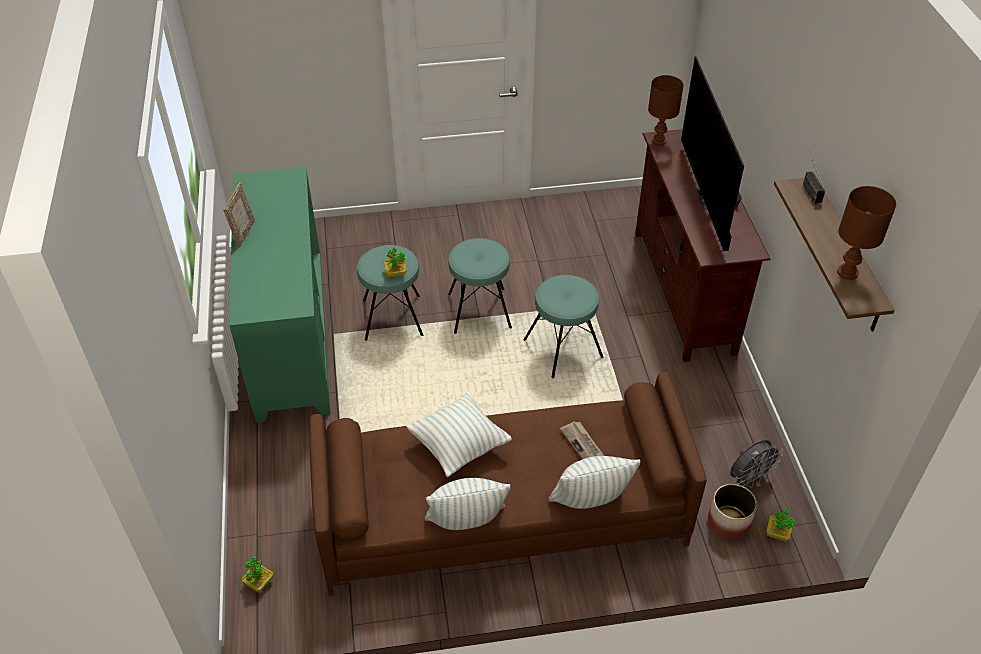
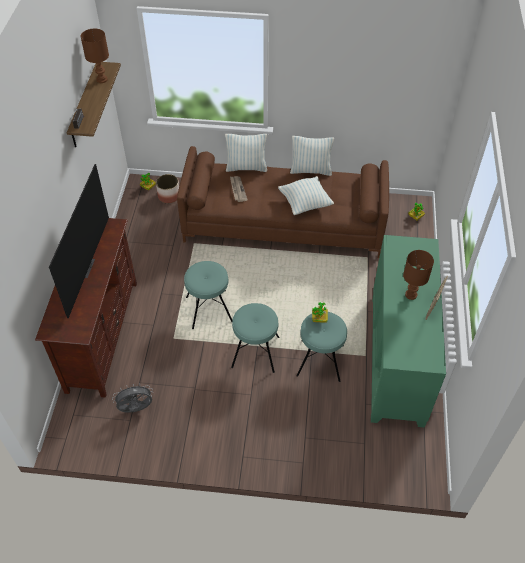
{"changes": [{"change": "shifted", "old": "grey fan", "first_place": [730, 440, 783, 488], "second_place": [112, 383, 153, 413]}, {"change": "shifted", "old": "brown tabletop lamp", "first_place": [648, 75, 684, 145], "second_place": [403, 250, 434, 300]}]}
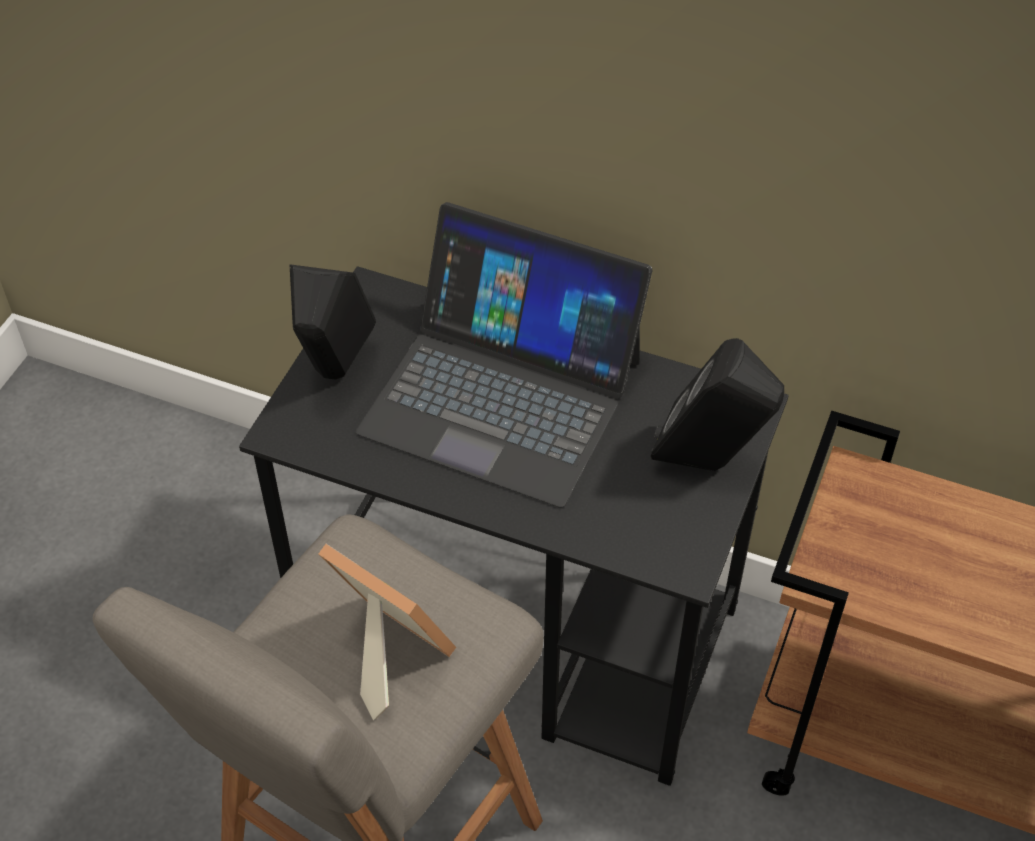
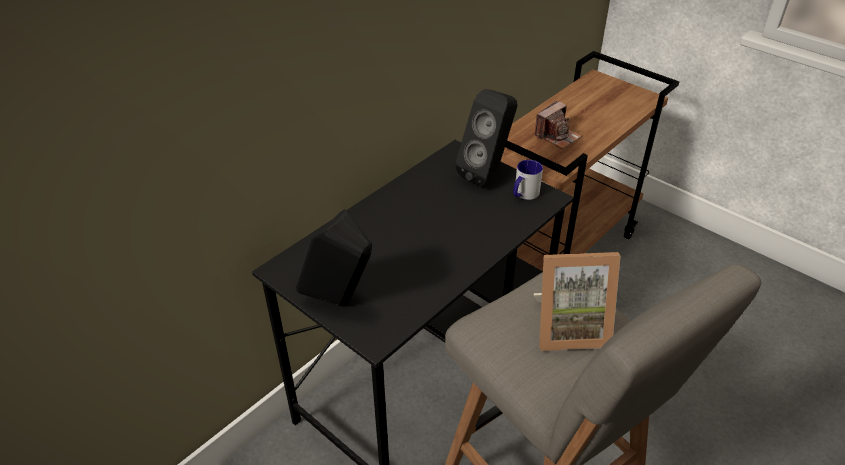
{"changes": [{"change": "new", "new": "tea mug", "second_place": [513, 160, 543, 200]}, {"change": "new", "new": "photo camera", "second_place": [534, 101, 582, 149]}, {"change": "rotated", "old": "standing frame", "first_place": [318, 544, 456, 720], "second_place": [534, 252, 621, 351], "degrees": -150}, {"change": "gone", "old": "portable computer", "first_place": [356, 202, 653, 508]}]}
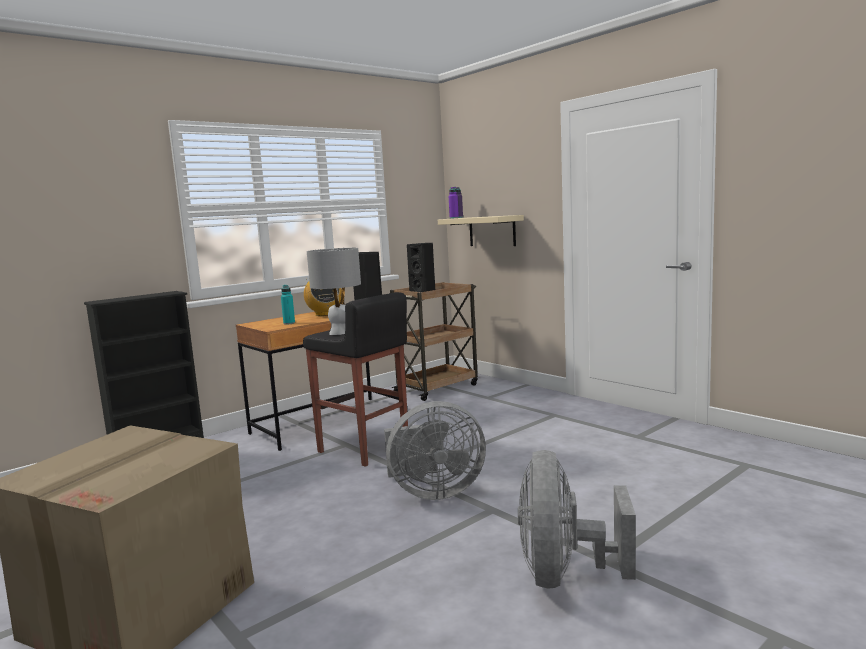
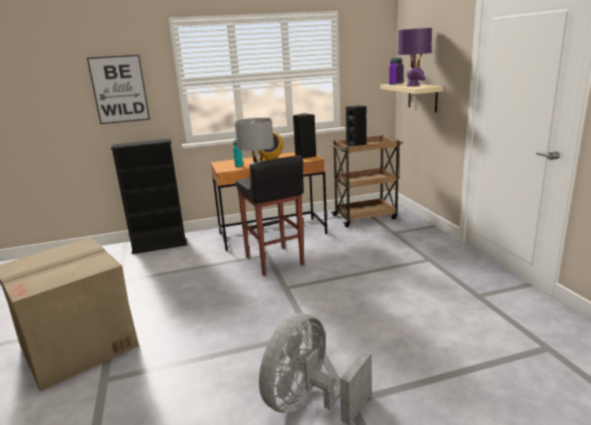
{"changes": [{"change": "new", "new": "picture", "second_place": [87, 55, 150, 124]}, {"change": "new", "new": "purplish tabletop lamp", "second_place": [398, 28, 432, 87]}, {"change": "gone", "old": "grey fan", "first_place": [384, 401, 486, 500]}]}
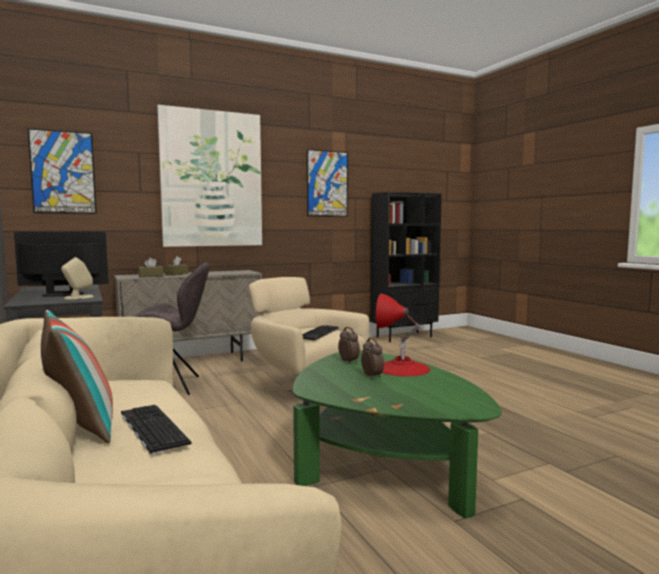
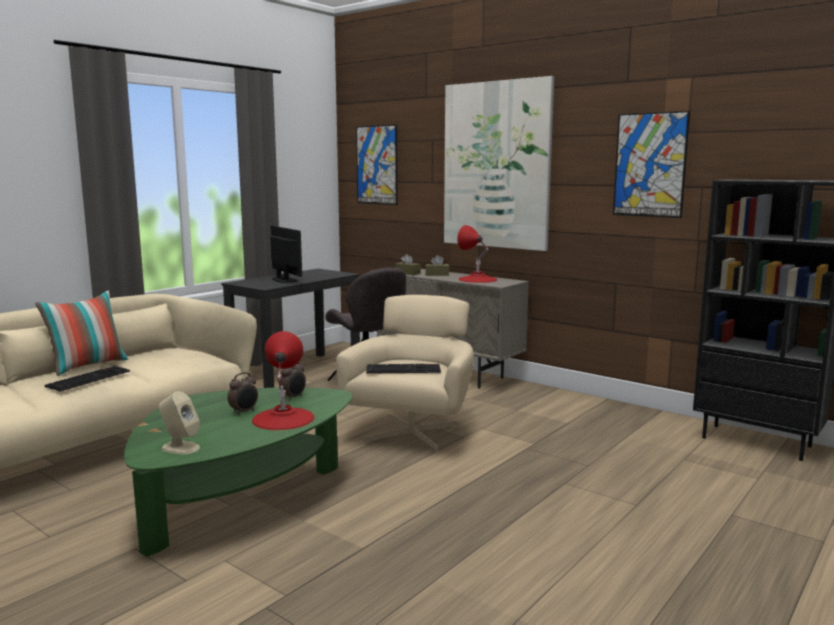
{"changes": [{"change": "shifted", "old": "beige-coloured loudspeaker", "first_place": [61, 257, 94, 299], "second_place": [159, 391, 200, 454]}, {"change": "new", "new": "reddish tabletop lamp", "second_place": [457, 225, 497, 283]}]}
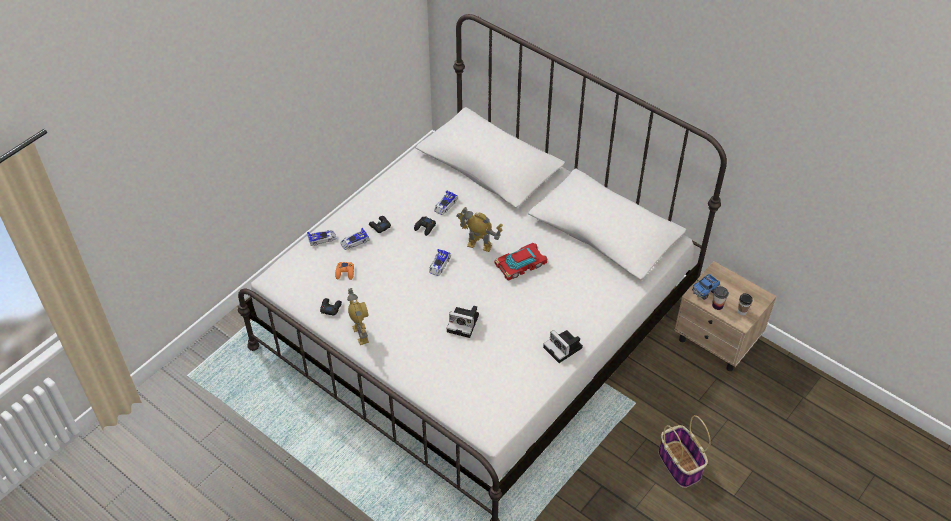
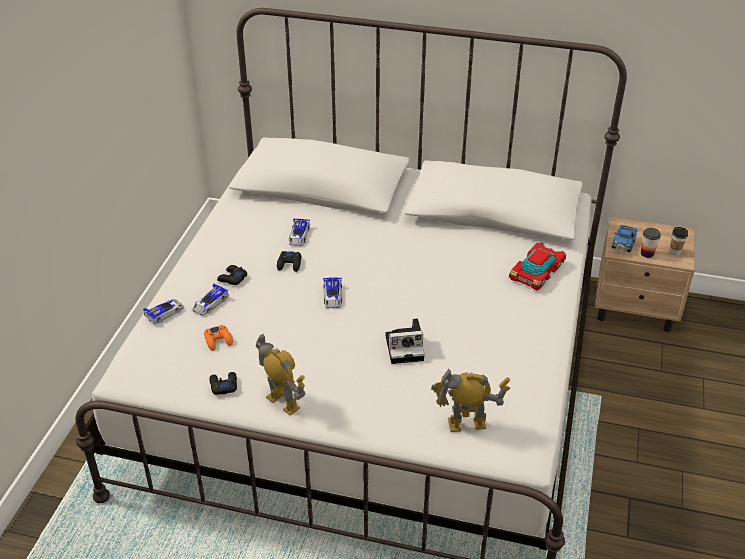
{"changes": [{"change": "shifted", "old": "robot figure", "first_place": [457, 206, 503, 252], "second_place": [431, 369, 510, 432]}, {"change": "shifted", "old": "model car", "first_place": [494, 243, 547, 281], "second_place": [509, 243, 566, 291]}, {"change": "gone", "old": "photo camera", "first_place": [543, 330, 583, 363]}, {"change": "gone", "old": "basket", "first_place": [658, 415, 711, 488]}]}
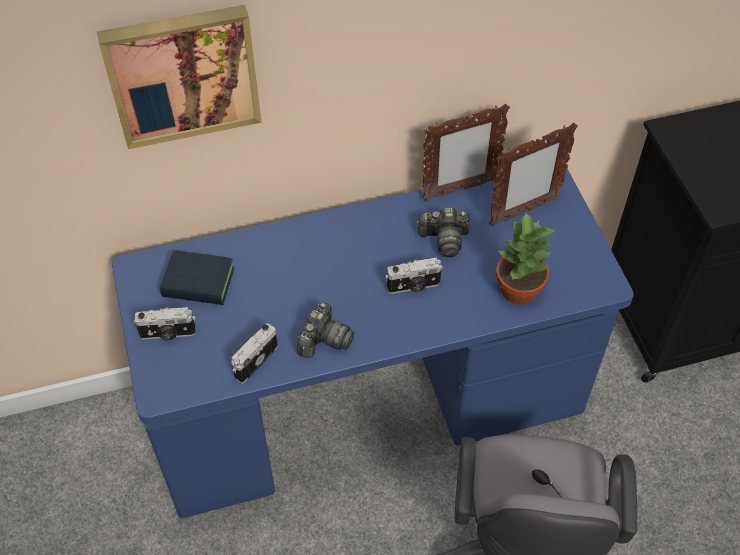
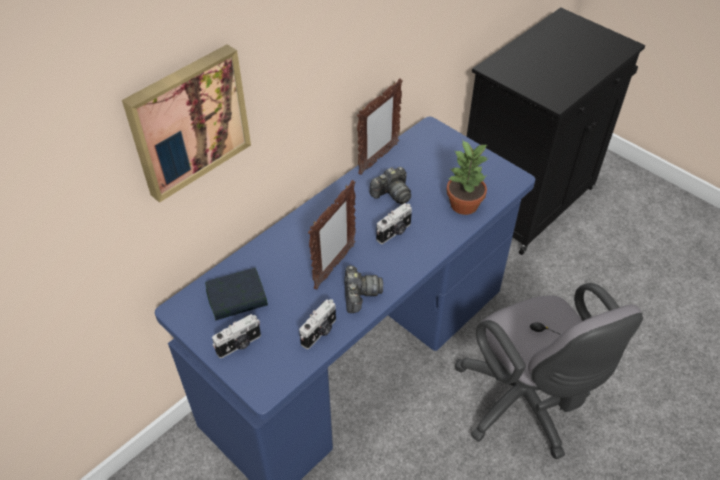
{"changes": [{"change": "rotated", "old": "photo camera", "first_place": [231, 323, 278, 384], "second_place": [299, 299, 336, 349], "degrees": -150}, {"change": "shifted", "old": "standing frame", "first_place": [489, 123, 578, 227], "second_place": [308, 180, 356, 289]}]}
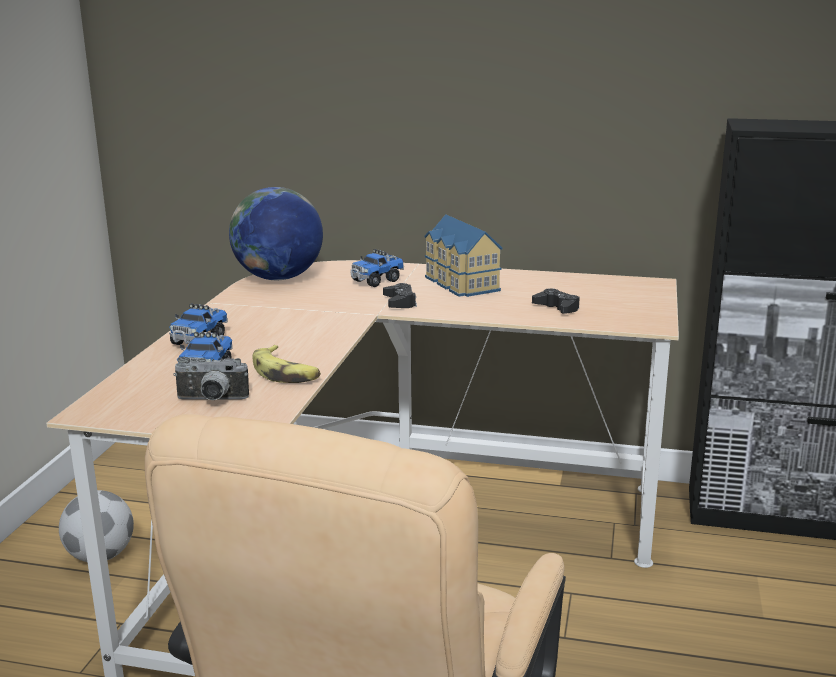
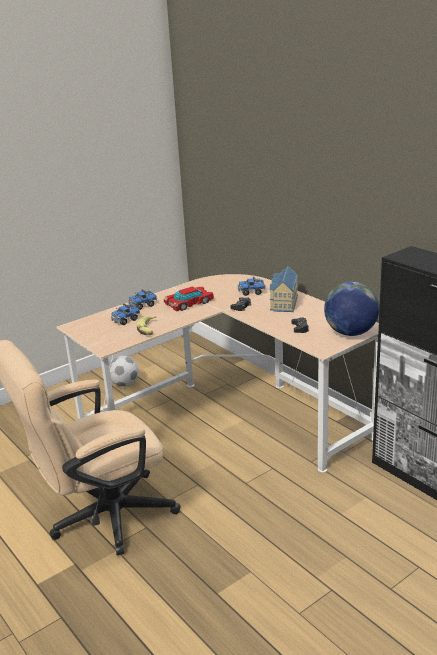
{"changes": [{"change": "new", "new": "model car", "second_place": [164, 287, 214, 311]}, {"change": "shifted", "old": "desk globe", "first_place": [229, 187, 323, 280], "second_place": [324, 282, 379, 336]}, {"change": "gone", "old": "photo camera", "first_place": [174, 357, 249, 400]}]}
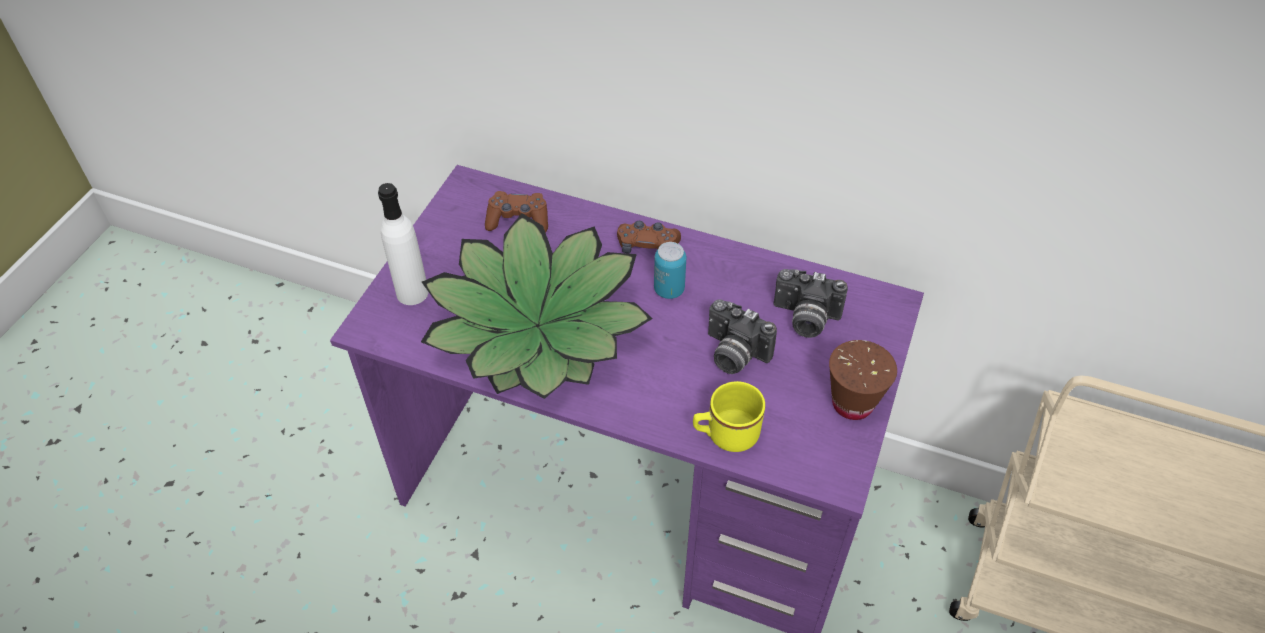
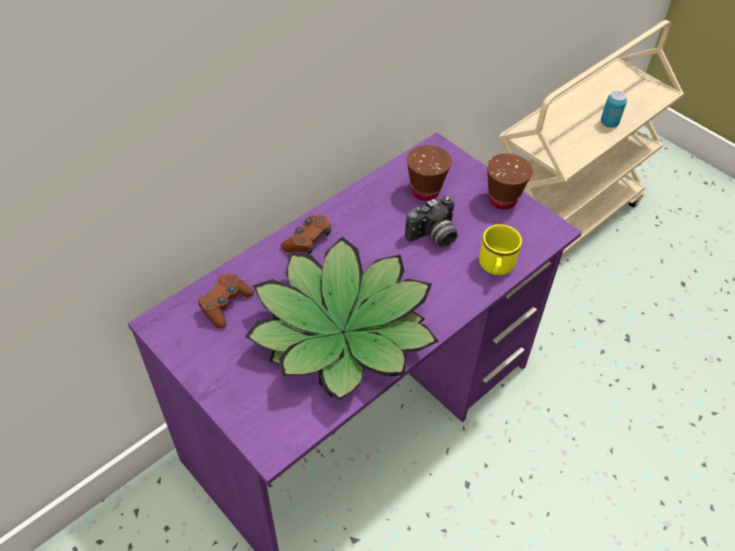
{"changes": [{"change": "swapped", "old": "photo camera", "new": "brown drinking cup", "first_place": [774, 269, 848, 338], "second_place": [406, 145, 451, 201]}, {"change": "shifted", "old": "sealed can", "first_place": [654, 242, 686, 299], "second_place": [601, 91, 627, 128]}, {"change": "gone", "old": "whitish drink bottle", "first_place": [378, 183, 429, 305]}]}
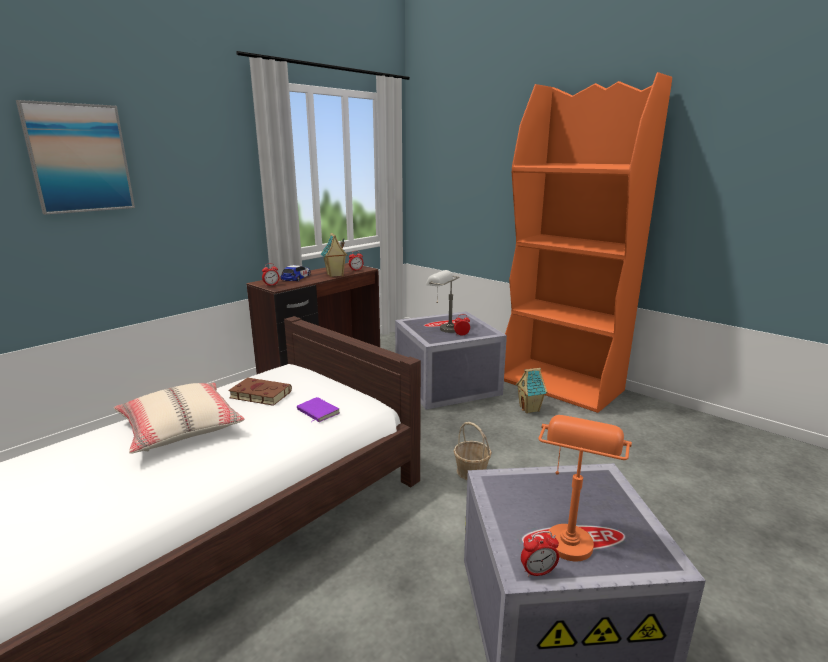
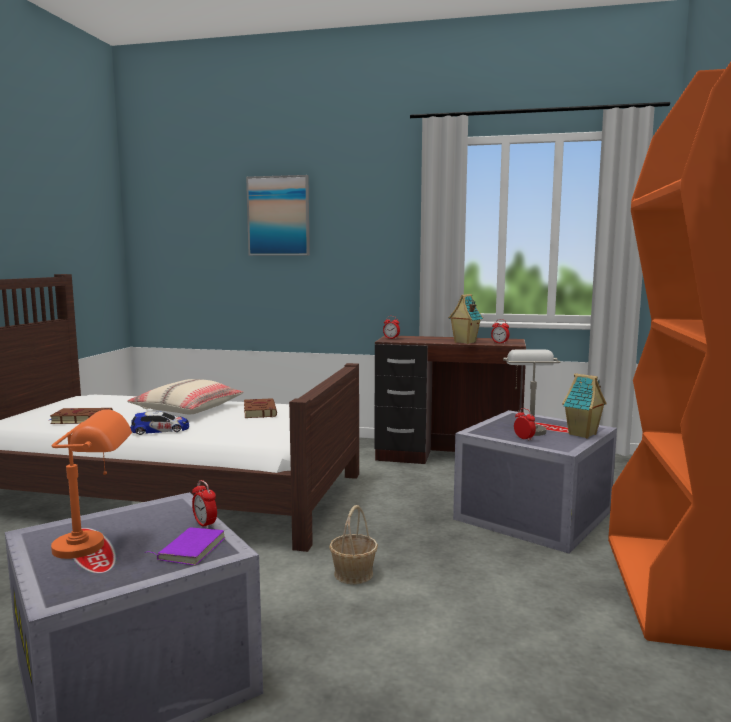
{"changes": [{"change": "new", "new": "brown book", "second_place": [50, 408, 113, 424]}, {"change": "shifted", "old": "model car", "first_place": [281, 265, 311, 281], "second_place": [130, 411, 189, 435]}, {"change": "shifted", "old": "purplish book", "first_place": [297, 397, 340, 422], "second_place": [145, 527, 225, 565]}, {"change": "shifted", "old": "alarm clock", "first_place": [521, 531, 559, 577], "second_place": [192, 480, 217, 529]}, {"change": "shifted", "old": "toy house", "first_place": [516, 368, 547, 413], "second_place": [562, 373, 607, 438]}]}
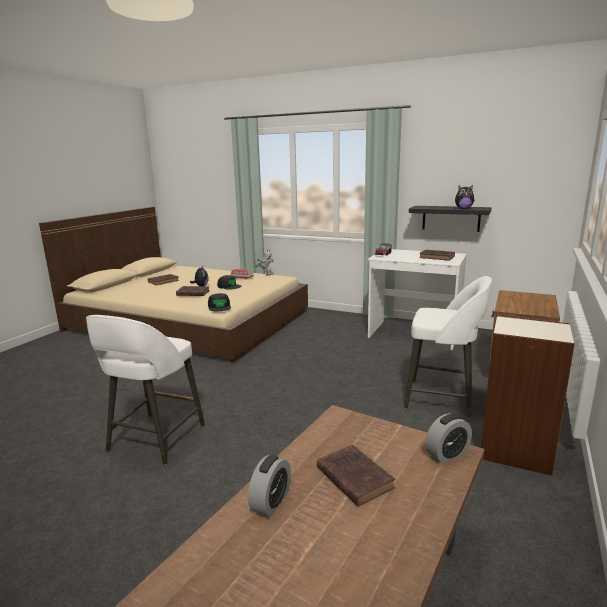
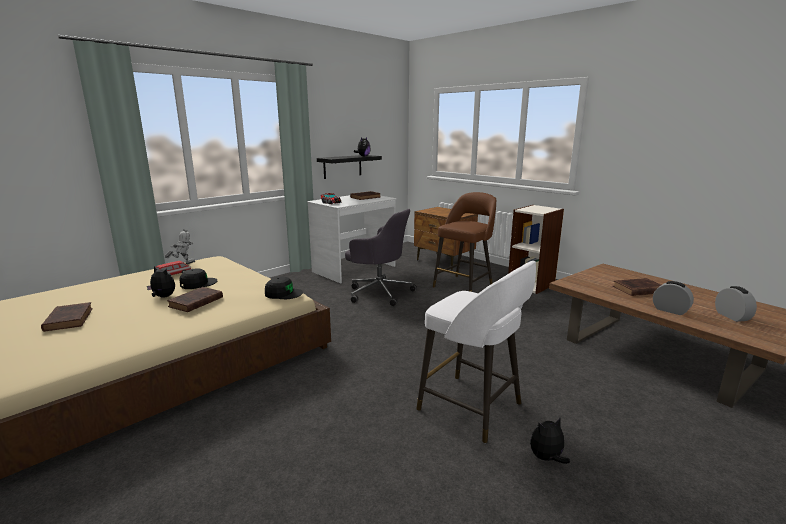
{"changes": [{"change": "new", "new": "grey office chair", "second_place": [345, 208, 417, 306]}, {"change": "repainted", "old": "whitish sitting stool", "new": "brown sitting stool", "first_place": [404, 276, 492, 418], "second_place": [433, 192, 496, 292]}, {"change": "new", "new": "cuddly toy", "second_place": [530, 418, 570, 464]}, {"change": "shifted", "old": "alarm clock", "first_place": [425, 413, 472, 464], "second_place": [715, 286, 757, 322]}]}
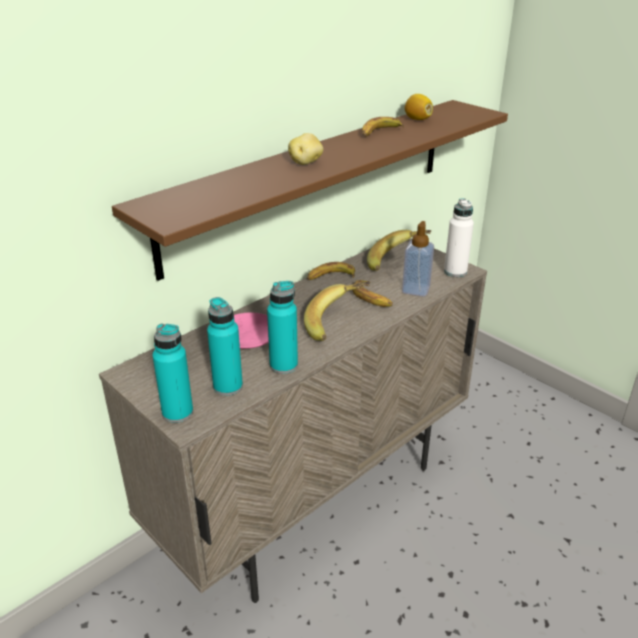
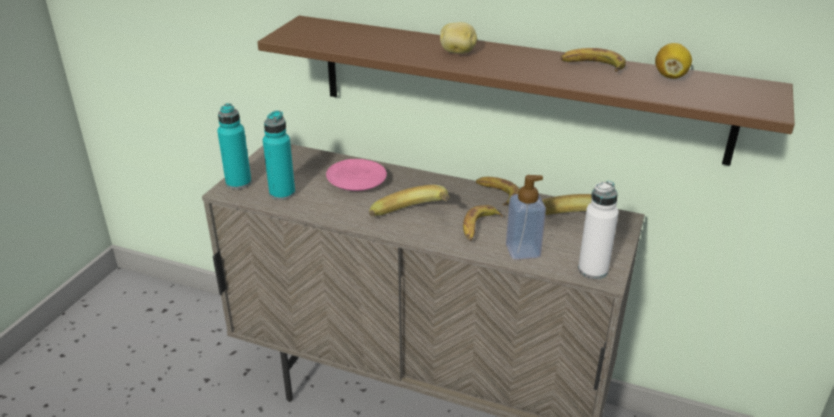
{"changes": [{"change": "gone", "old": "blue-green drink bottle", "first_place": [267, 281, 298, 374]}]}
